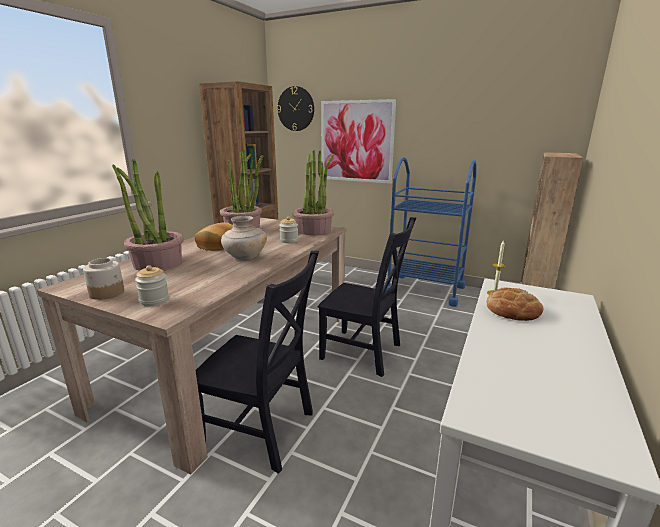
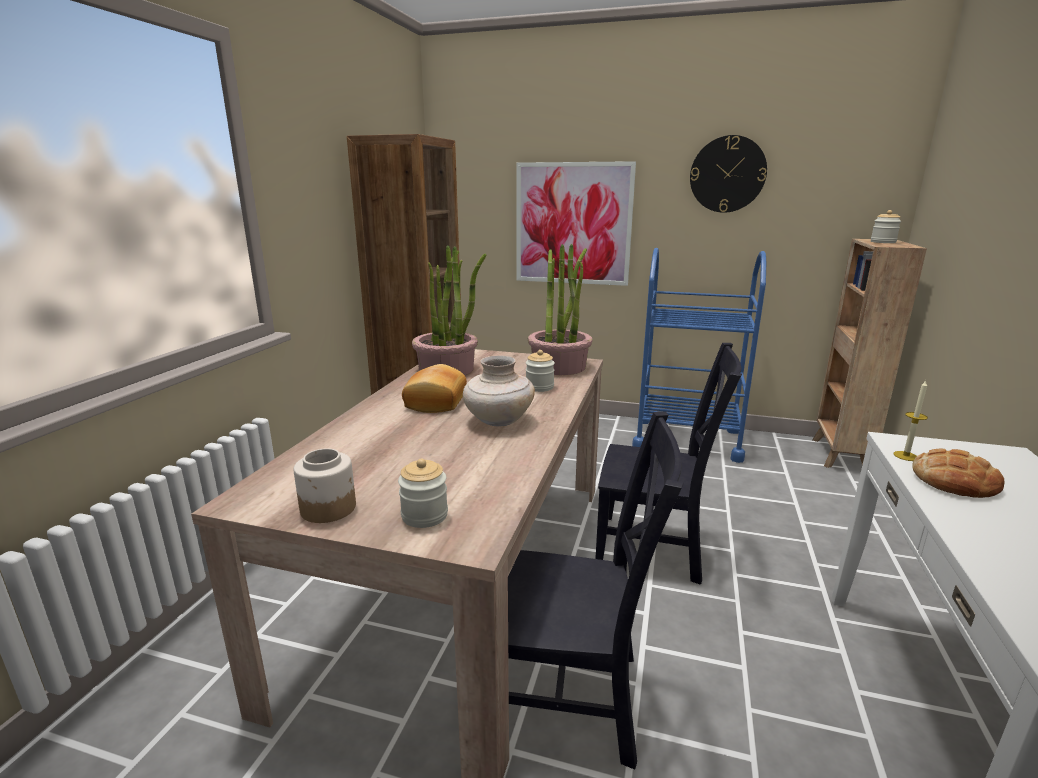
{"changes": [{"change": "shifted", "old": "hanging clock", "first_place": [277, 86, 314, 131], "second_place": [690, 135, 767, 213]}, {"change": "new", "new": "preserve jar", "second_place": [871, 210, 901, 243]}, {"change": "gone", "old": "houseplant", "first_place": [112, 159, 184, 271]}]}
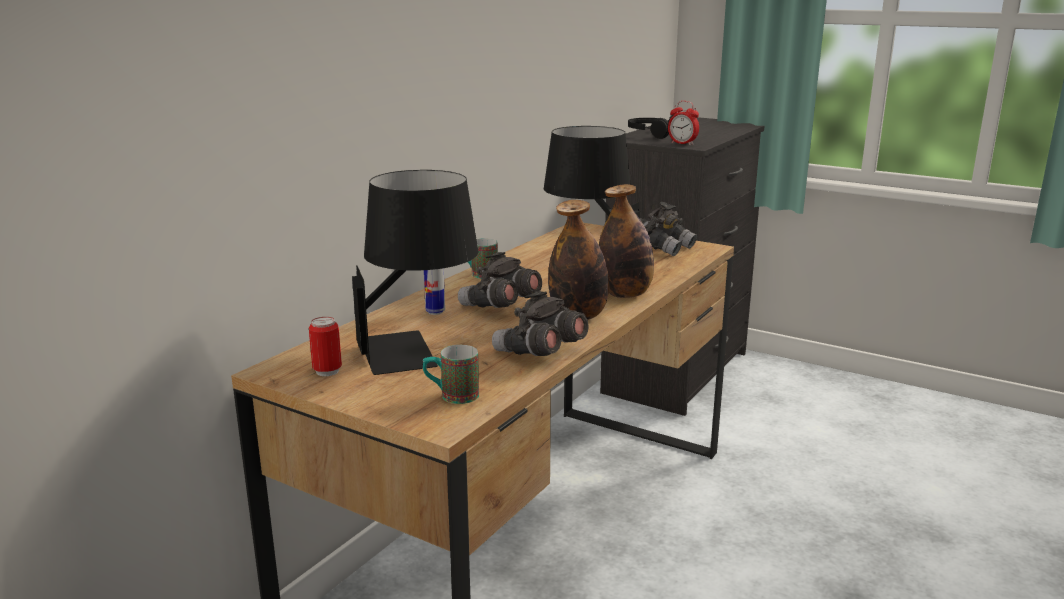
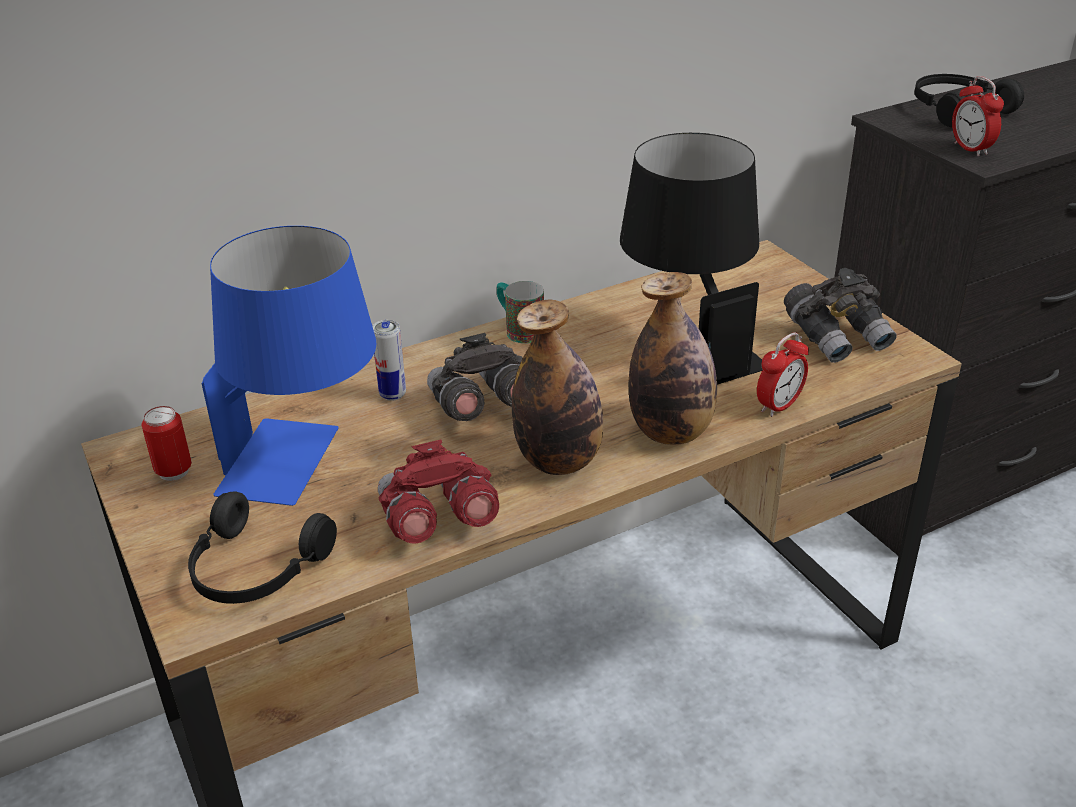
{"changes": [{"change": "swapped", "old": "tea mug", "new": "blackish headset", "first_place": [423, 345, 479, 404], "second_place": [188, 492, 337, 604]}, {"change": "repainted", "old": "blackish tabletop lamp", "new": "blue tabletop lamp", "first_place": [352, 170, 478, 375], "second_place": [202, 226, 376, 506]}, {"change": "repainted", "old": "grey field glasses", "new": "reddish field glasses", "first_place": [492, 291, 589, 356], "second_place": [378, 439, 499, 544]}, {"change": "new", "new": "alarm clock", "second_place": [757, 332, 809, 417]}]}
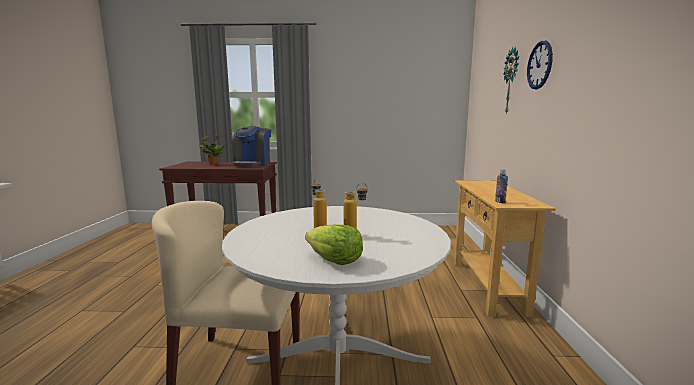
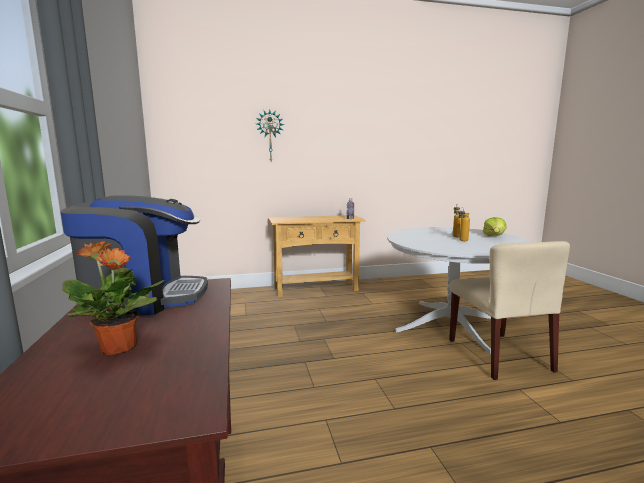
{"changes": [{"change": "gone", "old": "hanging clock", "first_place": [527, 41, 553, 89]}]}
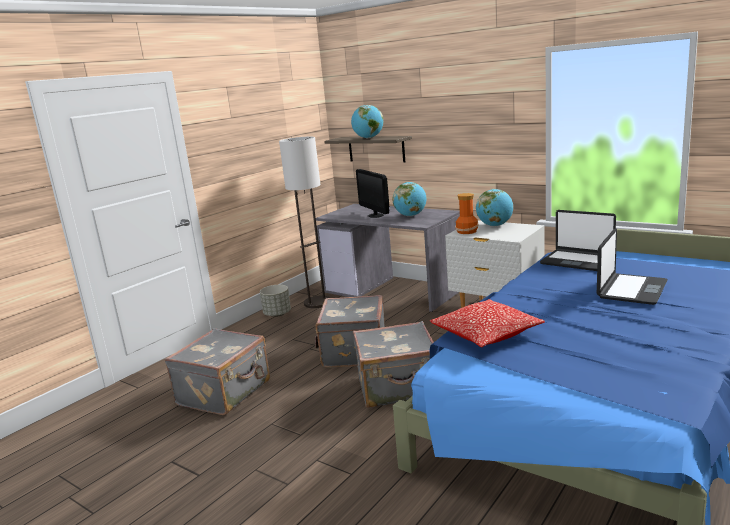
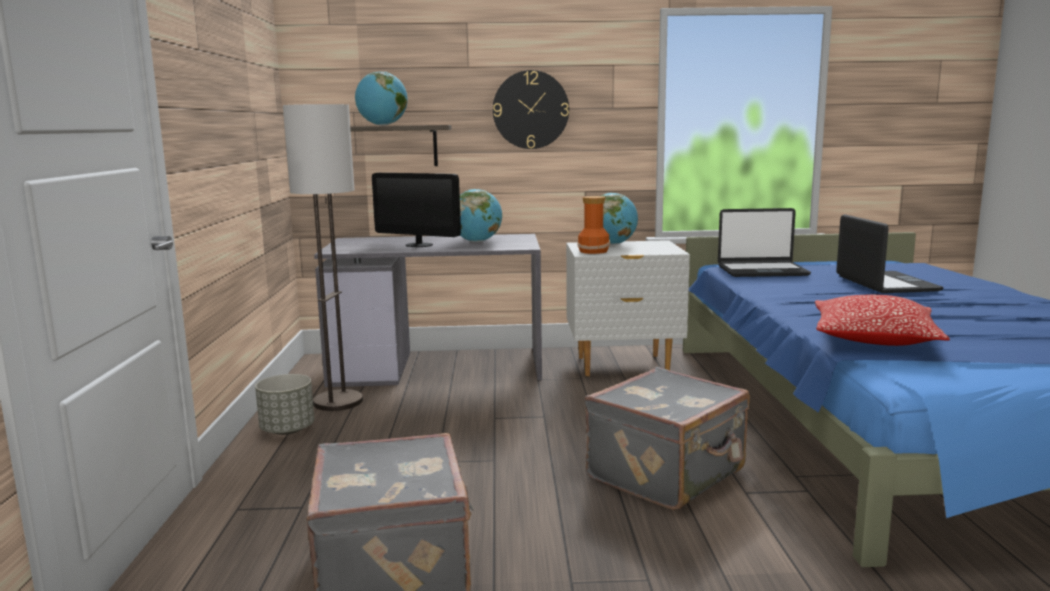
{"changes": [{"change": "new", "new": "hanging clock", "second_place": [493, 70, 569, 149]}, {"change": "gone", "old": "grey piece of luggage", "first_place": [315, 295, 385, 368]}]}
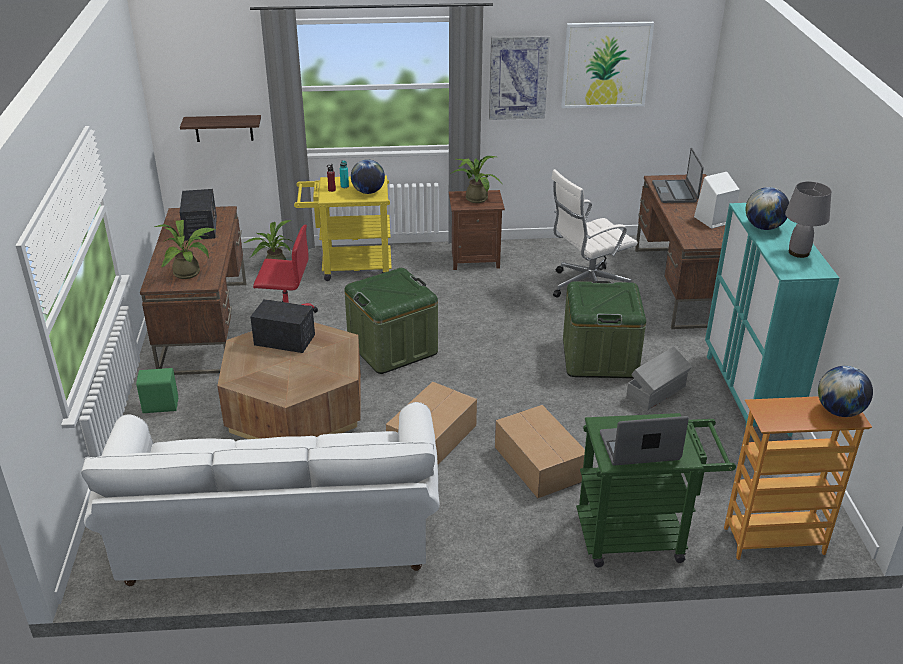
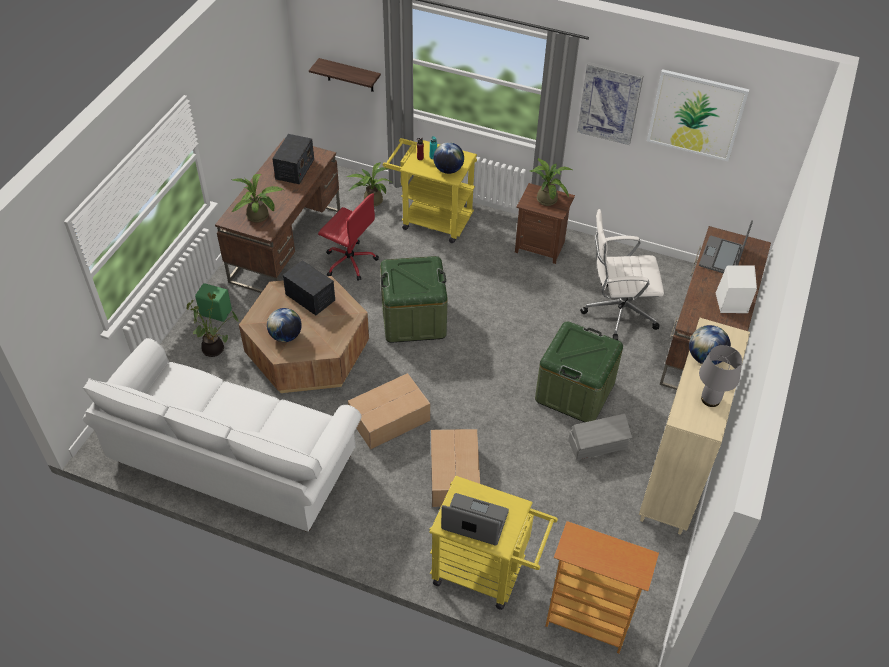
{"changes": [{"change": "new", "new": "houseplant", "second_place": [187, 292, 238, 357]}, {"change": "shifted", "old": "desk globe", "first_place": [818, 366, 873, 417], "second_place": [267, 308, 302, 342]}, {"change": "repainted", "old": "green-coloured trolley", "new": "yellow-coloured trolley", "first_place": [576, 413, 736, 567], "second_place": [429, 475, 558, 610]}, {"change": "repainted", "old": "blue-green storage cabinet", "new": "beige-coloured storage cabinet", "first_place": [705, 203, 839, 437], "second_place": [639, 318, 750, 535]}]}
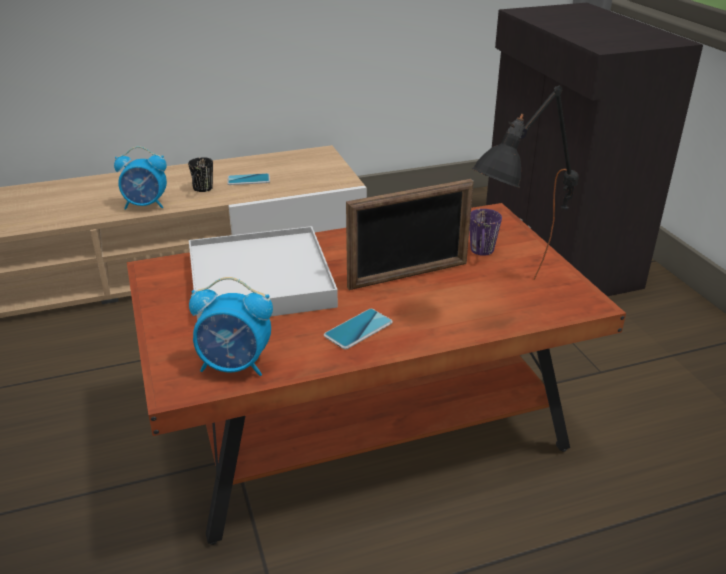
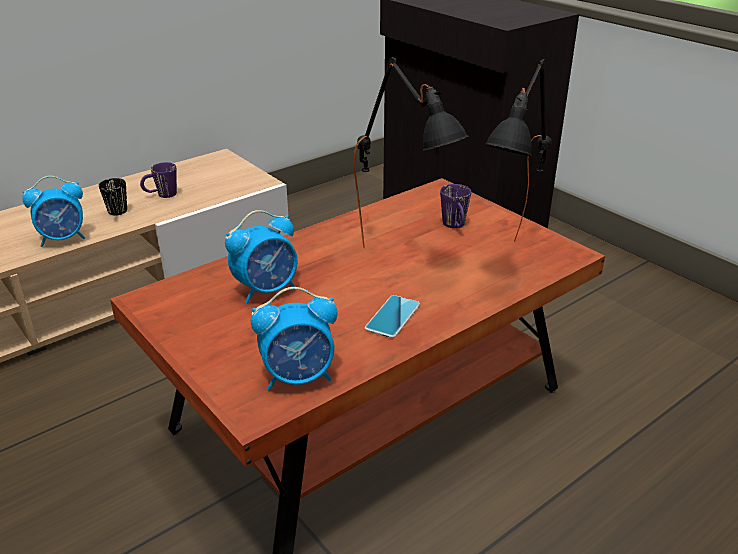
{"changes": [{"change": "swapped", "old": "handset", "new": "purplish tea mug", "first_place": [227, 173, 270, 185], "second_place": [140, 162, 177, 198]}, {"change": "swapped", "old": "whitish serving tray", "new": "alarm clock", "first_place": [189, 226, 338, 320], "second_place": [225, 210, 298, 304]}, {"change": "swapped", "old": "standing frame", "new": "blackish tabletop lamp", "first_place": [346, 179, 474, 290], "second_place": [353, 57, 468, 248]}]}
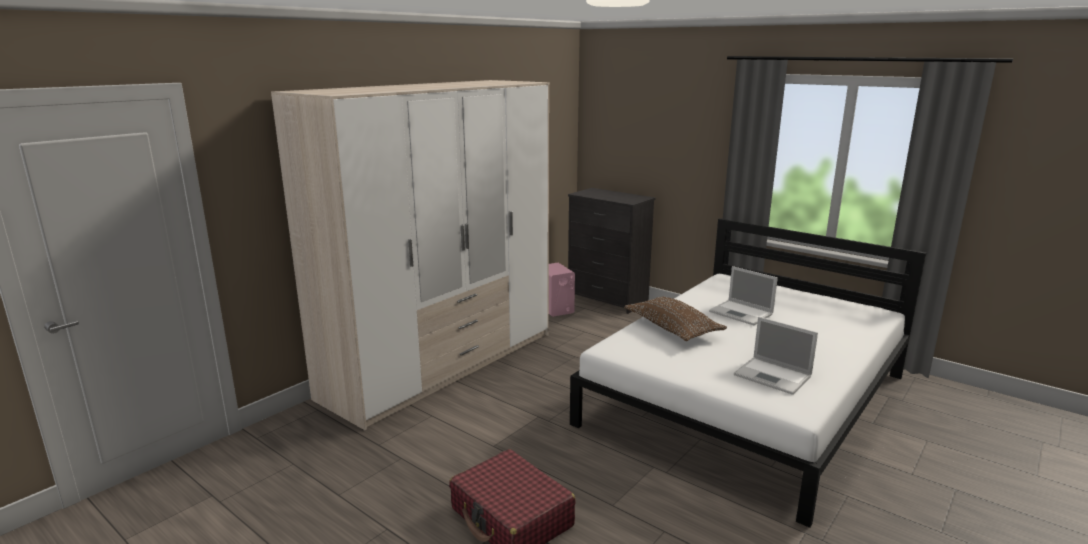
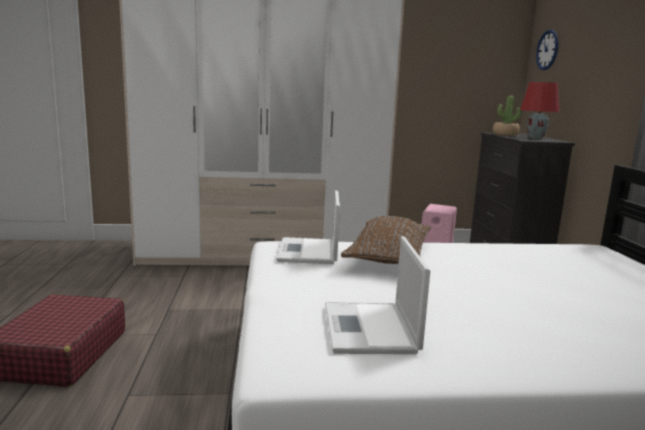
{"changes": [{"change": "shifted", "old": "portable computer", "first_place": [709, 266, 778, 325], "second_place": [276, 190, 340, 264]}, {"change": "new", "new": "houseplant", "second_place": [493, 96, 521, 135]}, {"change": "new", "new": "reddish tabletop lamp", "second_place": [520, 82, 560, 139]}, {"change": "new", "new": "hanging clock", "second_place": [536, 30, 559, 70]}]}
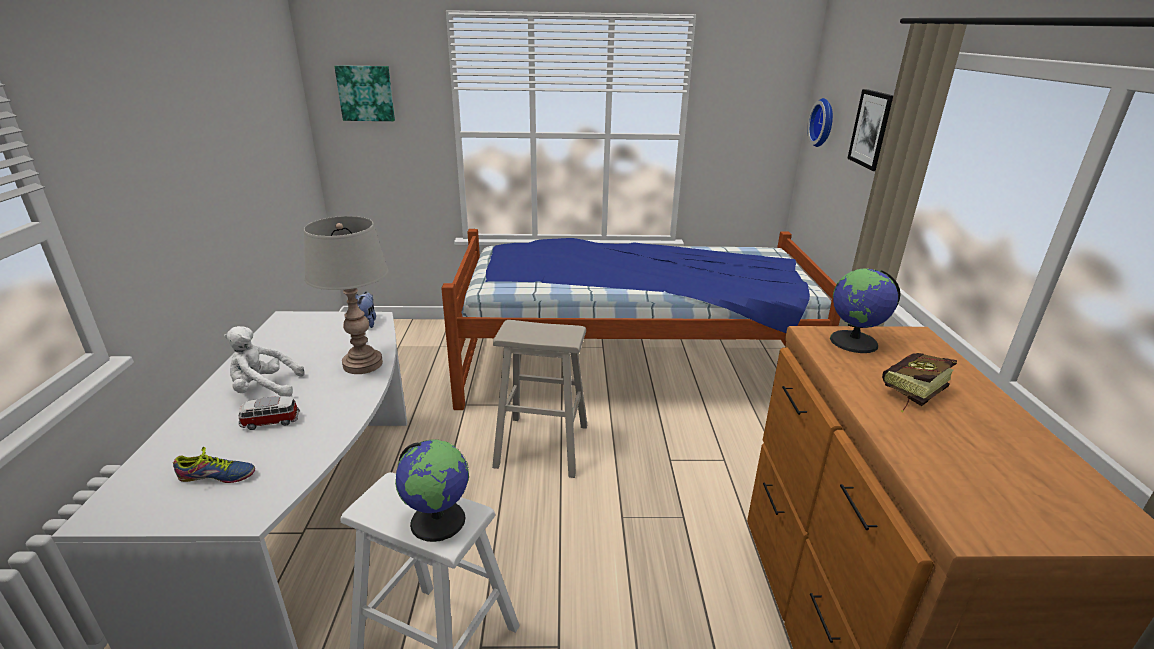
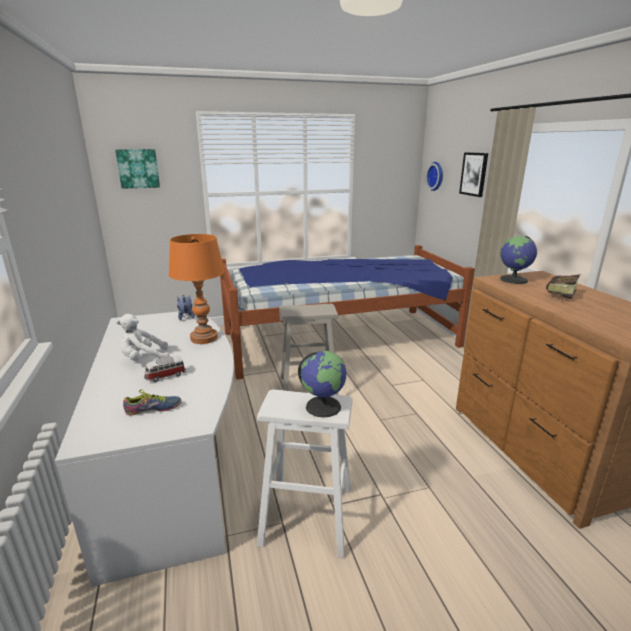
{"changes": [{"change": "repainted", "old": "grey tabletop lamp", "new": "orange-coloured tabletop lamp", "first_place": [304, 216, 389, 374], "second_place": [169, 234, 225, 344]}]}
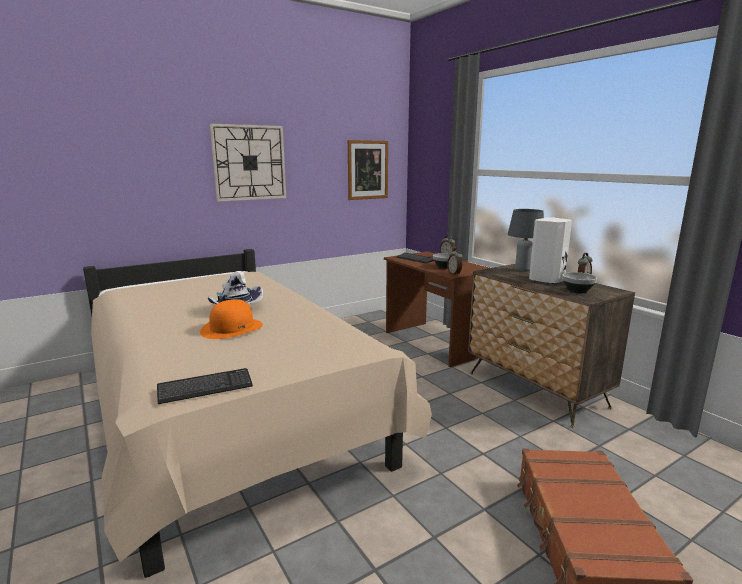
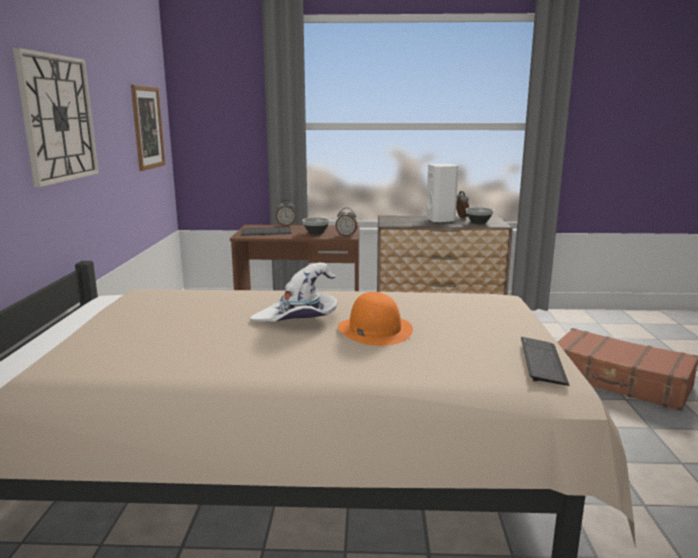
{"changes": [{"change": "gone", "old": "grey tabletop lamp", "first_place": [508, 209, 544, 272]}]}
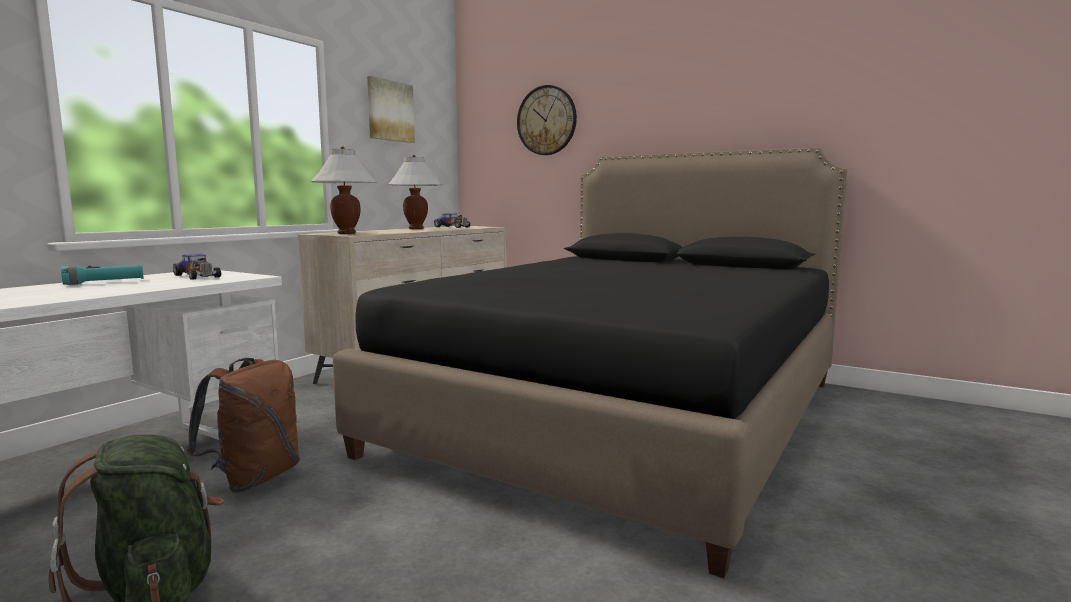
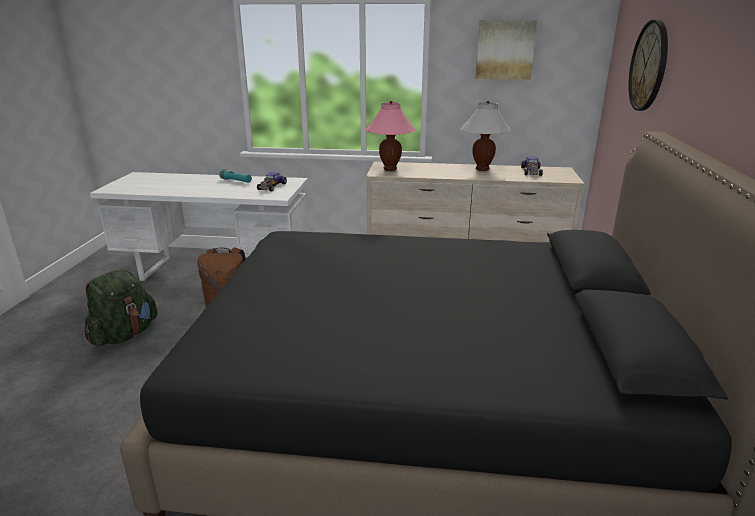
{"changes": [{"change": "repainted", "old": "whitish tabletop lamp", "new": "pinkish tabletop lamp", "first_place": [310, 146, 377, 234], "second_place": [366, 101, 415, 171]}]}
